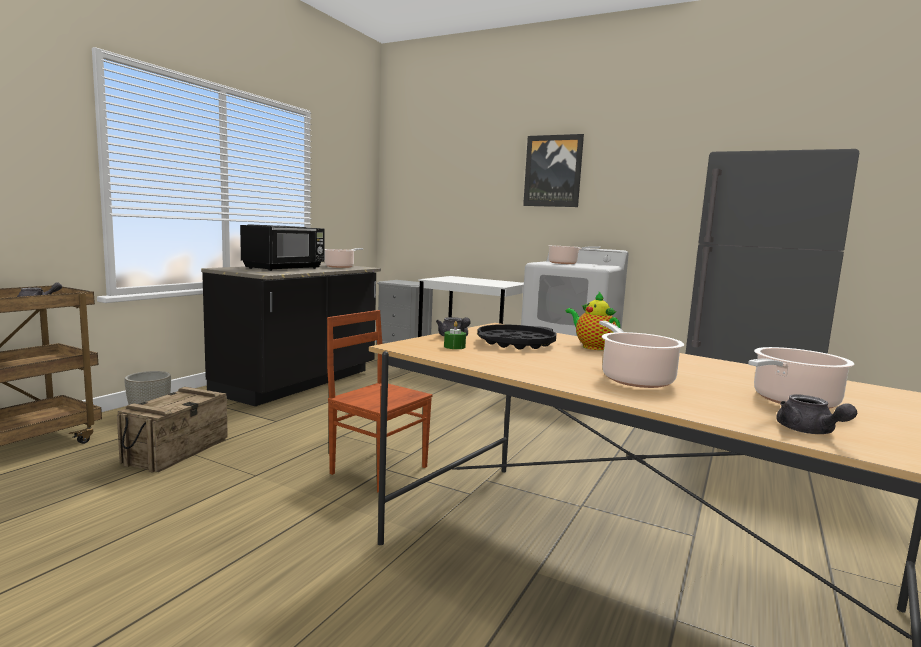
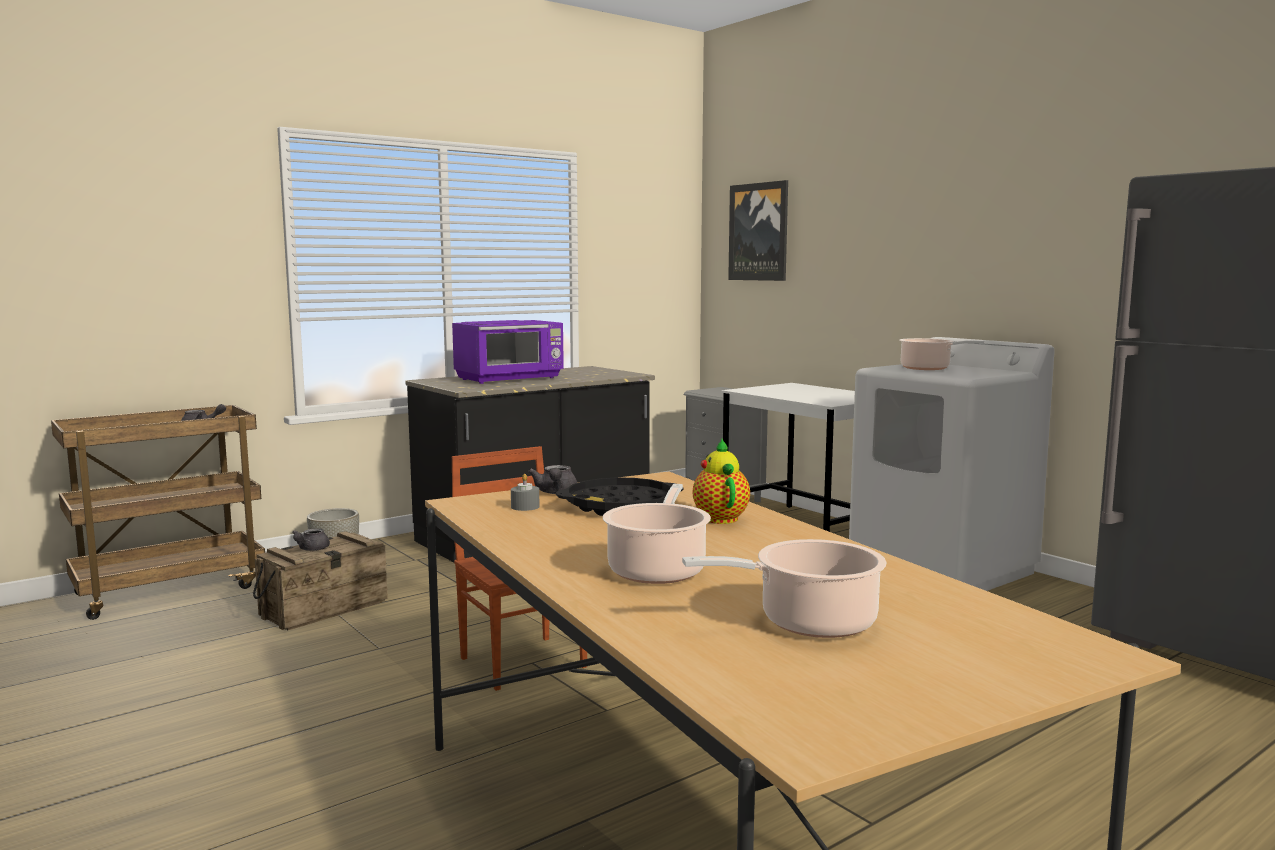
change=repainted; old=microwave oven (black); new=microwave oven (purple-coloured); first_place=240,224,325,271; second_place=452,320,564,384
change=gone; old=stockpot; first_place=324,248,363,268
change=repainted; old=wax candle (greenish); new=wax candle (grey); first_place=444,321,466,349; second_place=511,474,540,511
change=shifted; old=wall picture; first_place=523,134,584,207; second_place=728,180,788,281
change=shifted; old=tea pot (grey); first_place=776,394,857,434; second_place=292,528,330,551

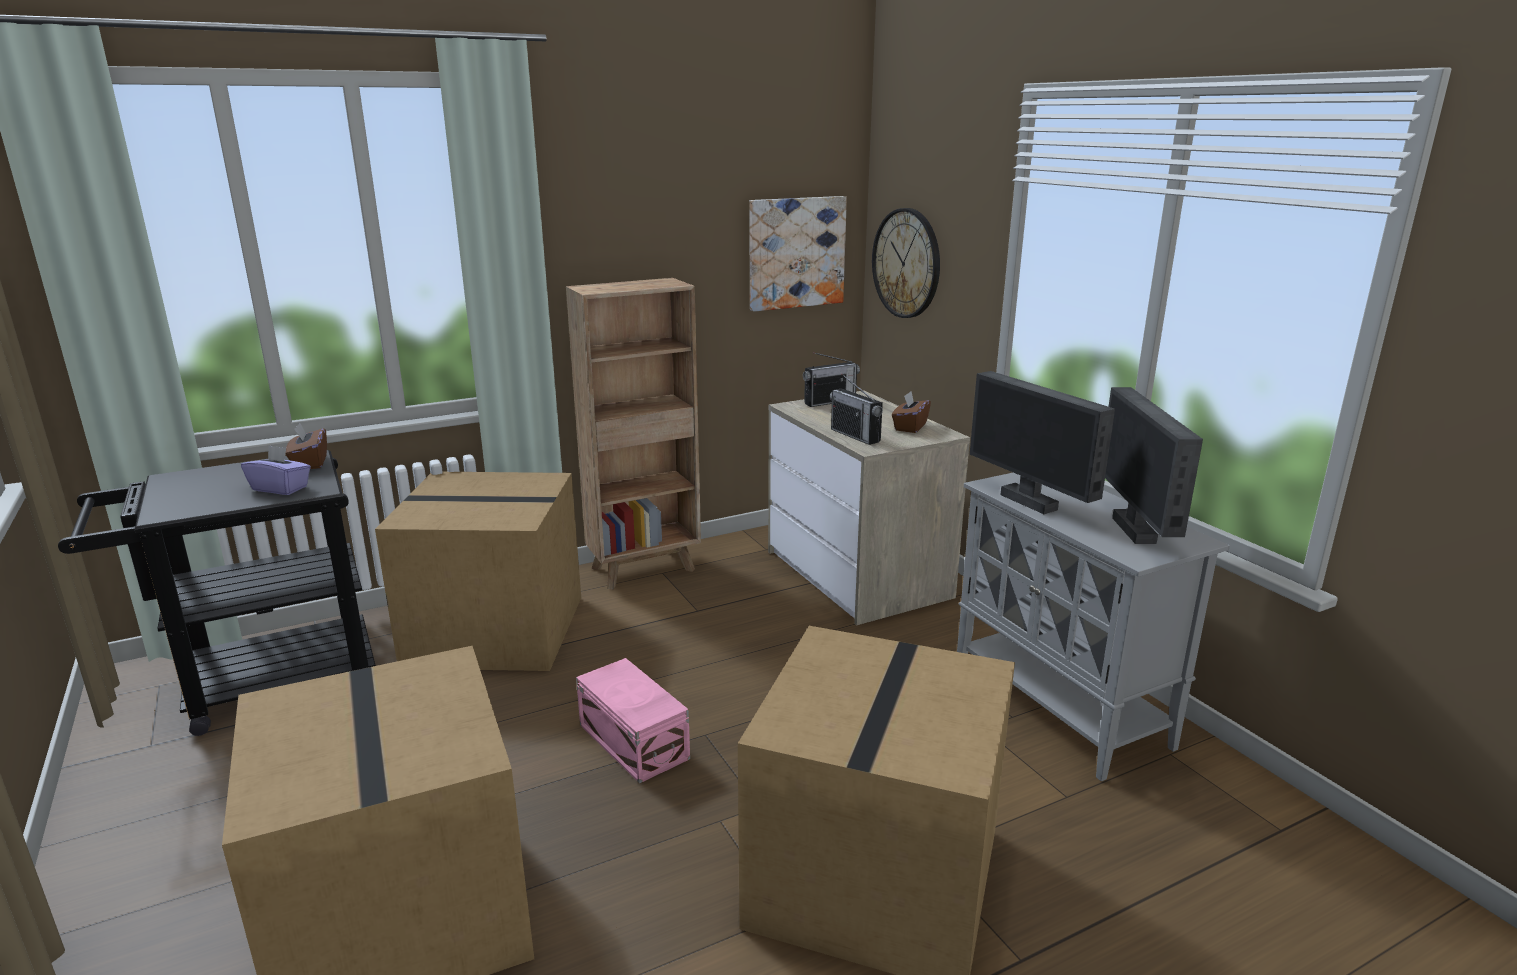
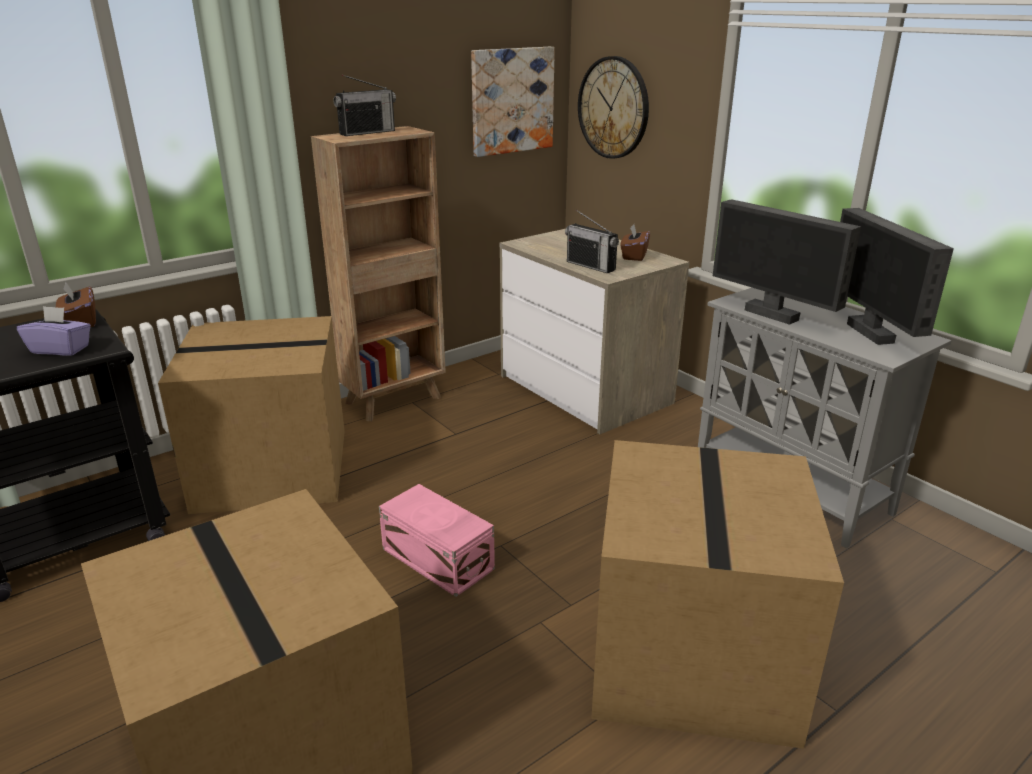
change=shifted; old=radio receiver; first_place=803,352,860,407; second_place=333,75,396,136

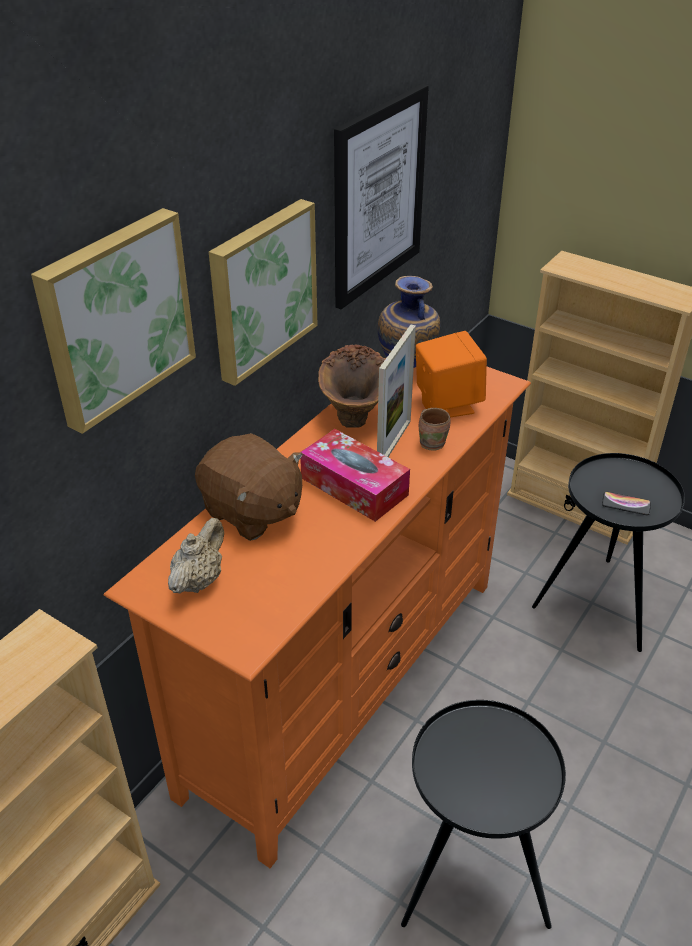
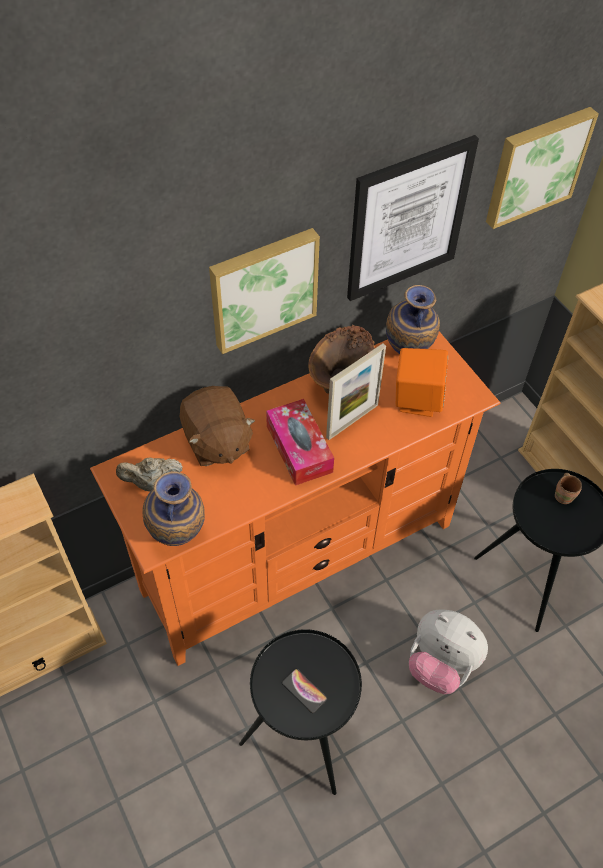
change=shifted; old=wall picture; first_place=31,208,196,434; second_place=486,107,599,229
change=rotated; old=tea pot (beige); first_place=168,518,224,593; second_place=116,458,183,492; degrees=-150
change=shifted; old=tea mug (brown-coloured); first_place=419,408,450,451; second_place=555,473,582,504
change=shifted; old=telephone; first_place=602,491,651,515; second_place=282,669,327,713
change=new; new=decorative vase; second_place=143,471,205,546
change=new; new=cuddly toy; second_place=409,609,488,694

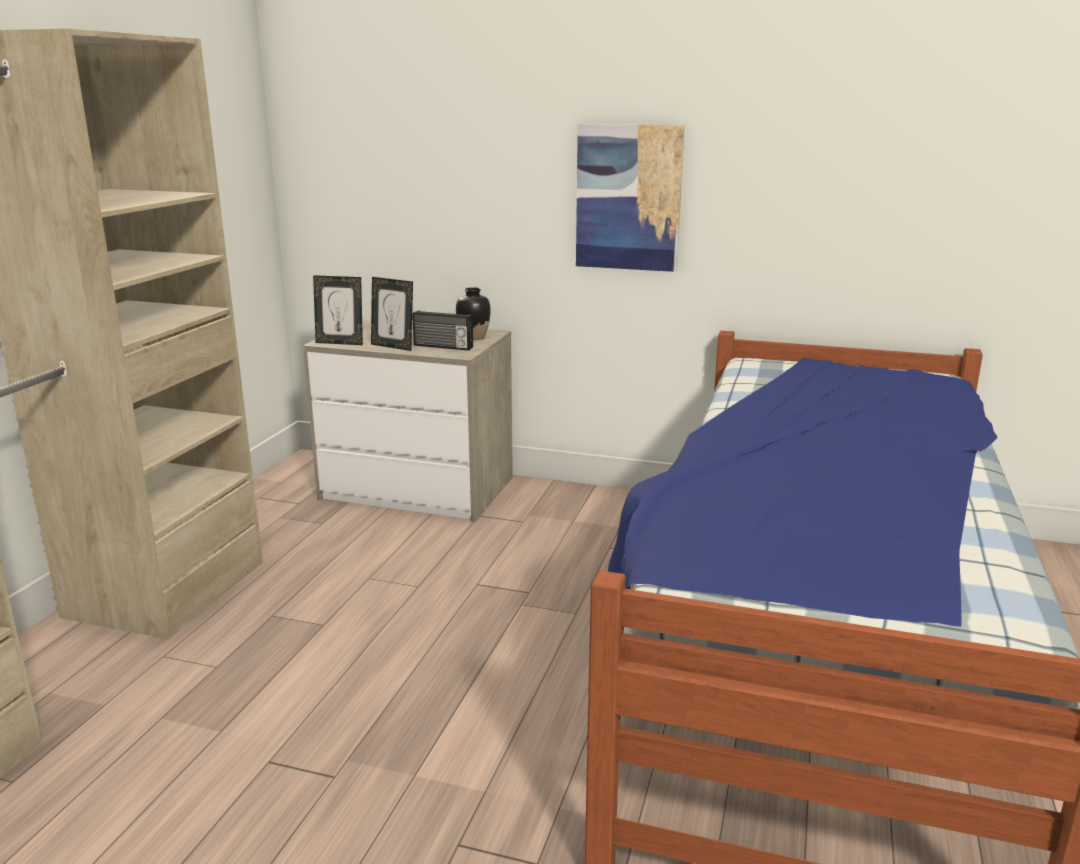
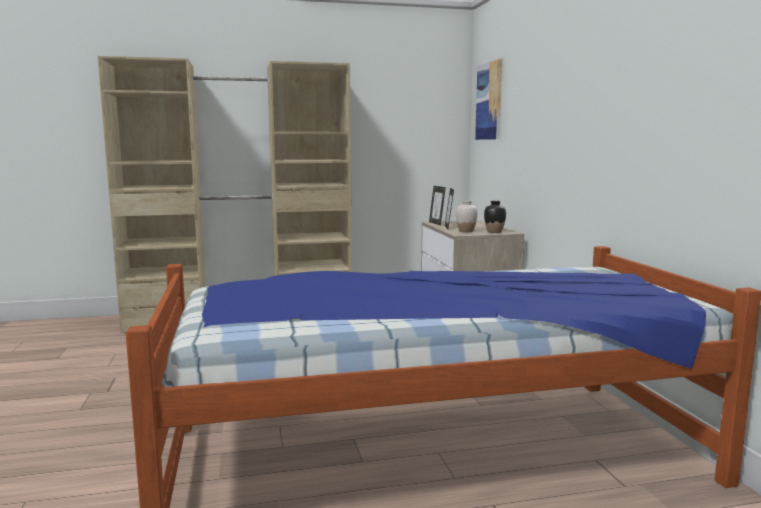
change=swapped; old=radio receiver; new=decorative vase (white); first_place=412,310,473,351; second_place=456,200,478,232
change=shifted; old=wall picture; first_place=576,124,685,272; second_place=475,59,502,140

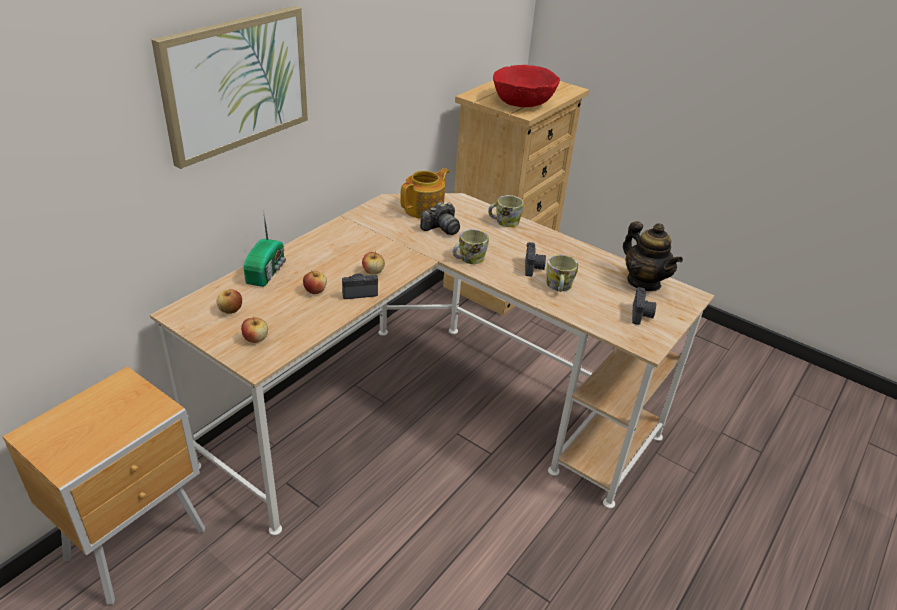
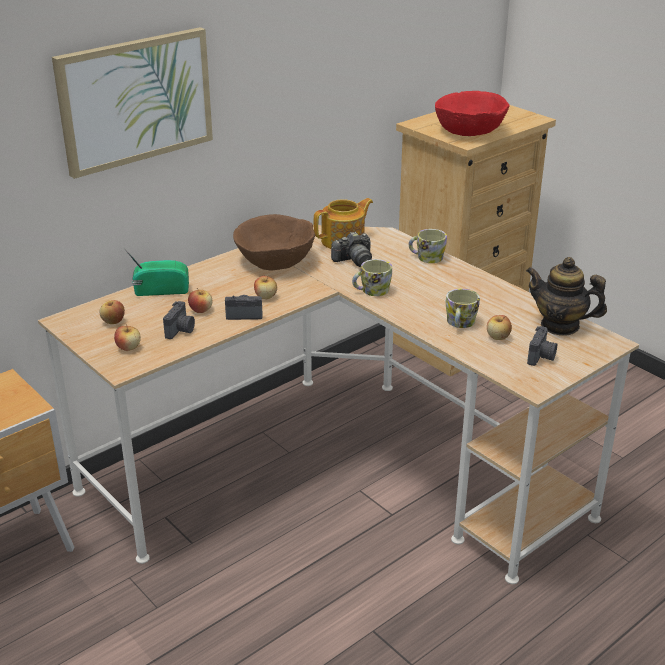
change=rotated; old=radio receiver; first_place=244,214,286,287; second_place=125,249,189,296; degrees=-120
change=shifted; old=photo camera; first_place=525,242,546,277; second_place=163,301,195,339
change=rotated; old=tea pot; first_place=623,221,683,291; second_place=526,257,607,336; degrees=135
change=new; new=deep dish (brown-coloured); second_place=233,214,315,270
change=new; new=apple; second_place=487,315,512,340

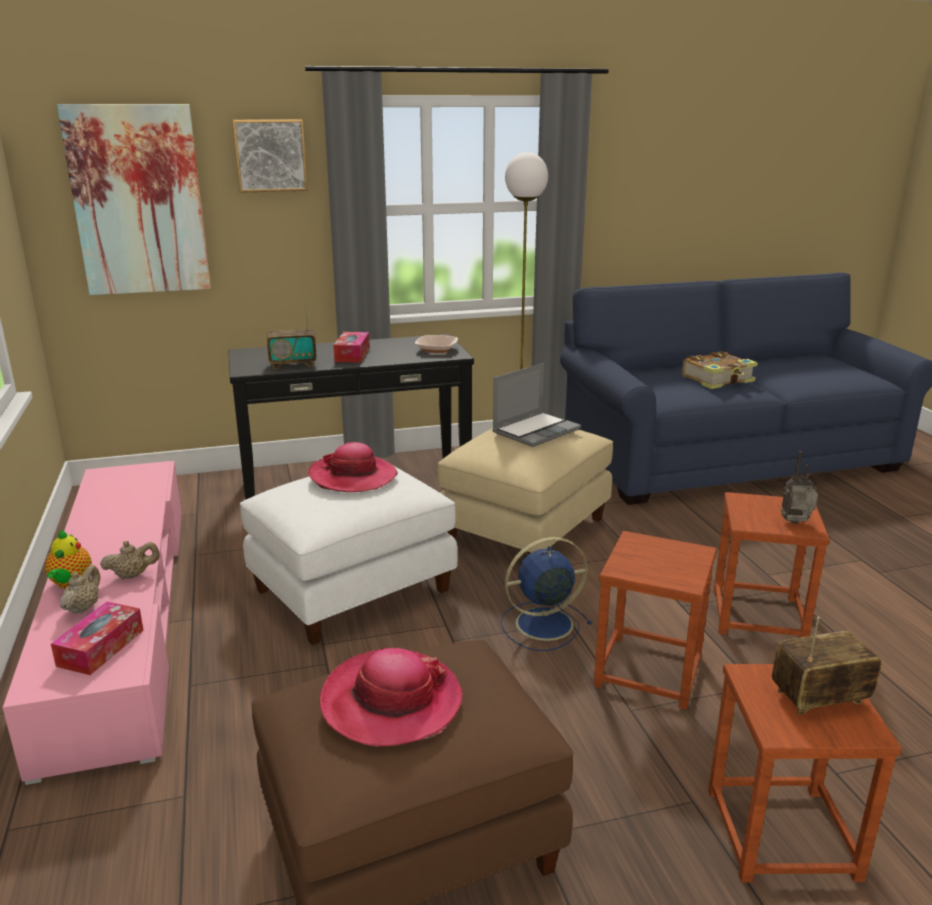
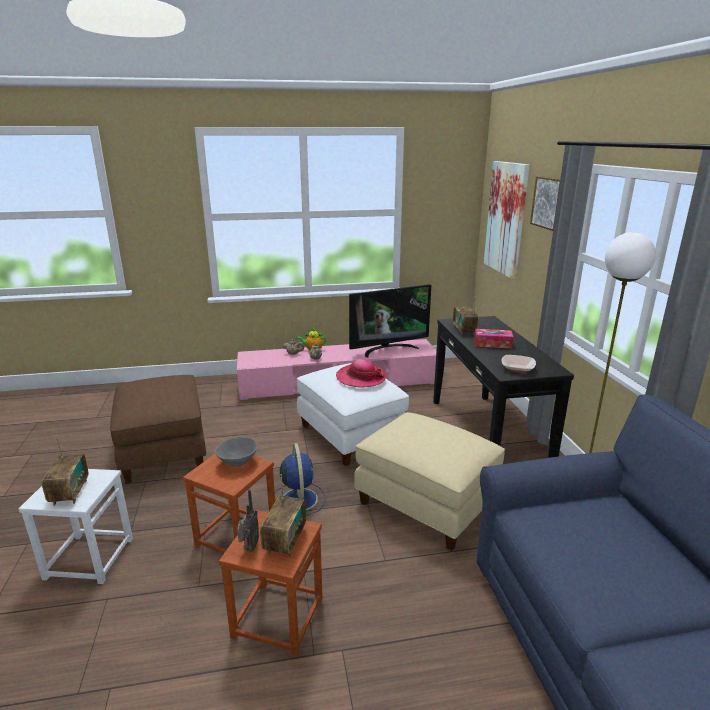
change=gone; old=tissue box; first_place=51,602,144,675
change=gone; old=wearable hat; first_place=320,648,463,746
change=gone; old=laptop; first_place=492,363,581,447
change=gone; old=bound book; first_place=682,351,757,389
change=repainted; old=stool (brown-coloured); new=stool (white); first_place=708,664,902,883; second_place=19,469,133,584
change=new; new=deep dish (grey); second_place=215,437,258,467
change=new; new=radio receiver; second_place=260,474,306,558
change=new; new=TV; second_place=349,284,431,358

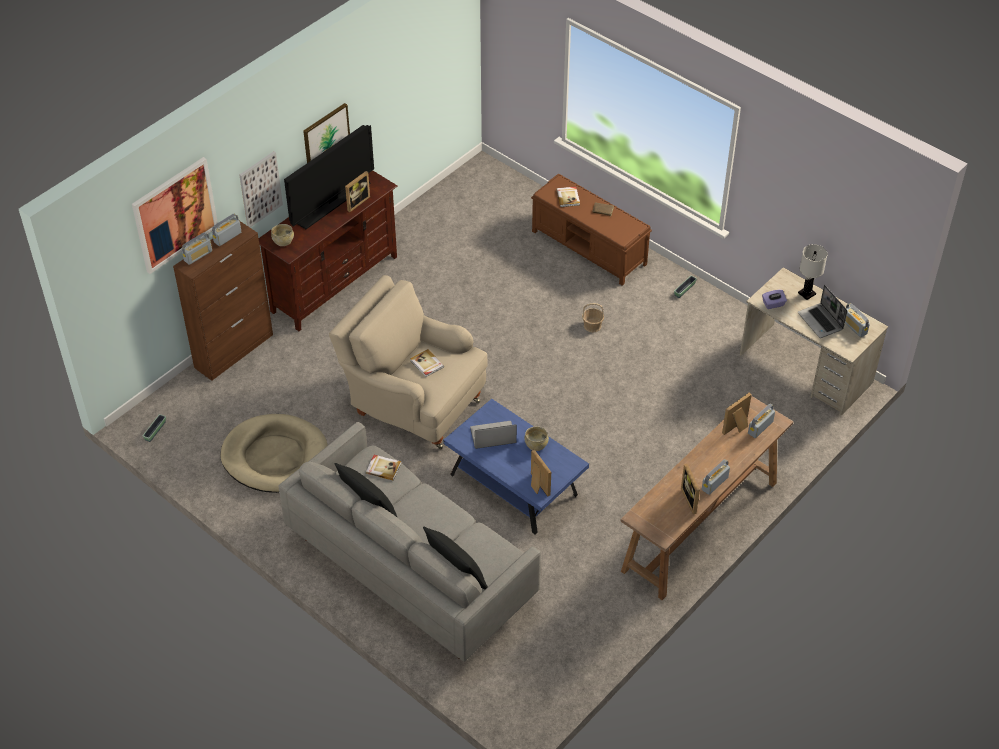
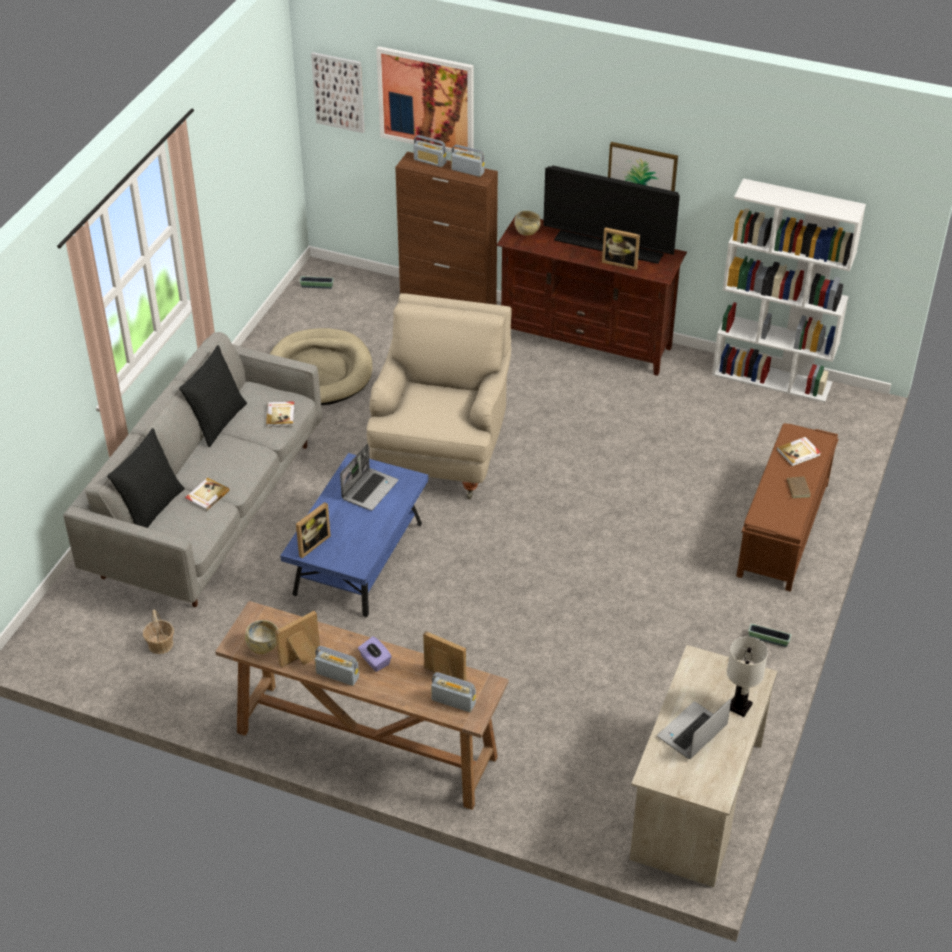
change=shifted; old=wall picture; first_place=239,152,283,227; second_place=311,52,364,133
change=shifted; old=bound book; first_place=410,349,444,377; second_place=185,477,230,511
change=rotated; old=laptop; first_place=470,421,517,449; second_place=340,444,398,510; degrees=60
change=shifted; old=deep dish (beige); first_place=524,426,549,451; second_place=245,620,278,654
change=shifted; old=storage basket; first_place=582,303,604,333; second_place=143,610,174,654
change=shifted; old=tissue box (purple-coloured); first_place=762,290,787,309; second_place=358,636,392,672
change=gone; old=radio receiver; first_place=845,303,870,337
change=new; new=bookshelf (white); second_place=712,178,866,403

